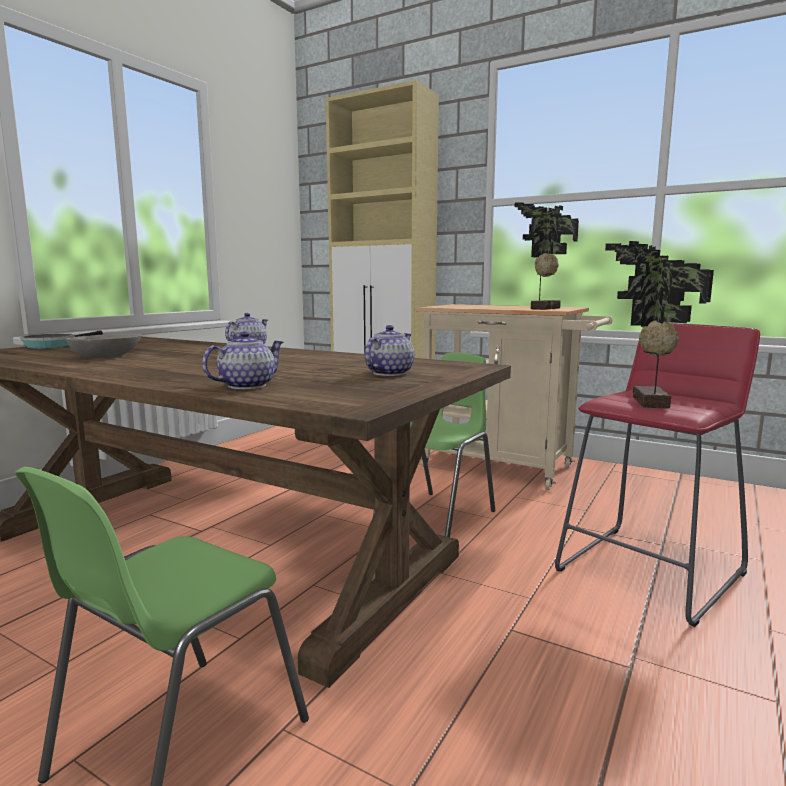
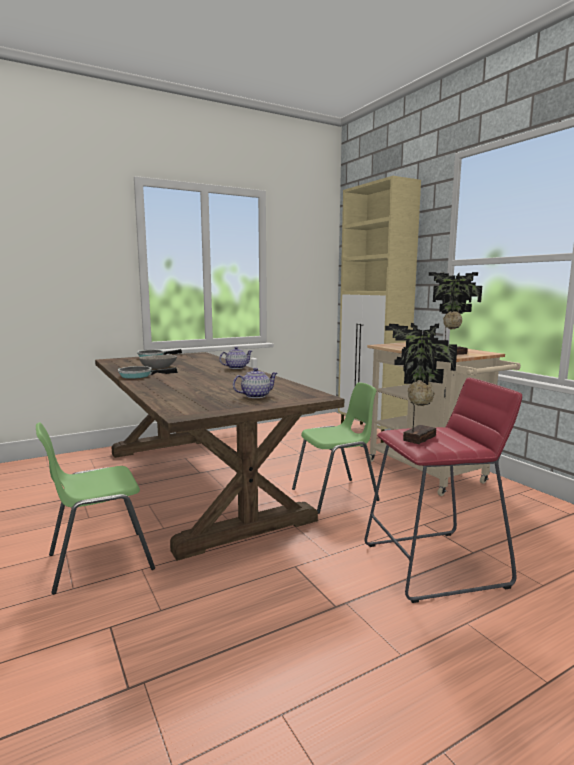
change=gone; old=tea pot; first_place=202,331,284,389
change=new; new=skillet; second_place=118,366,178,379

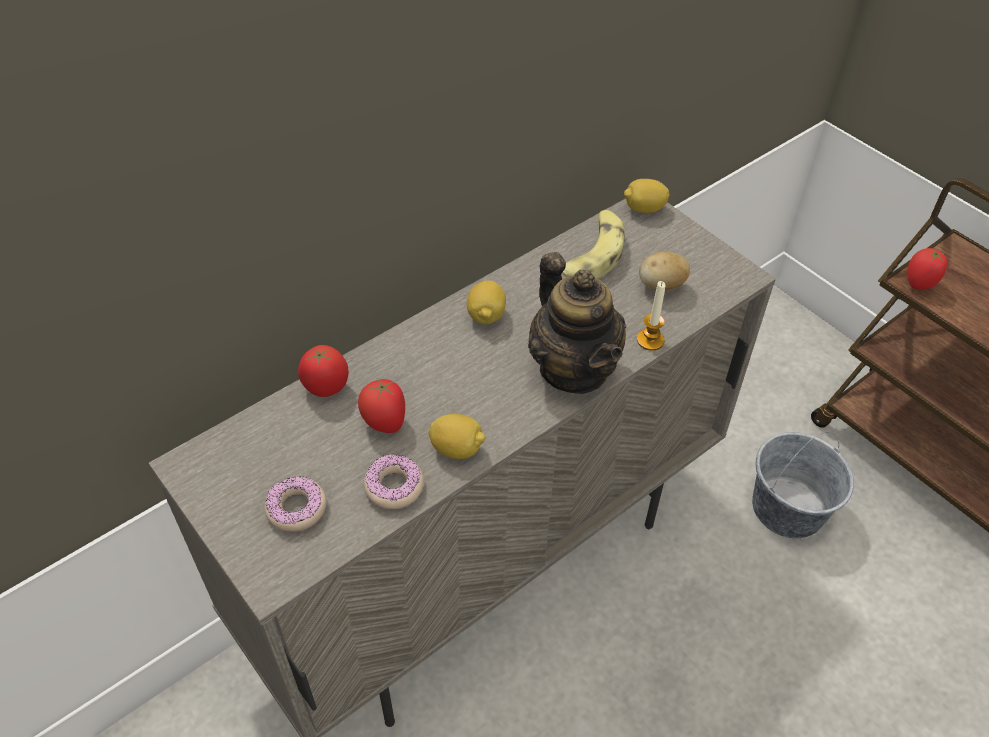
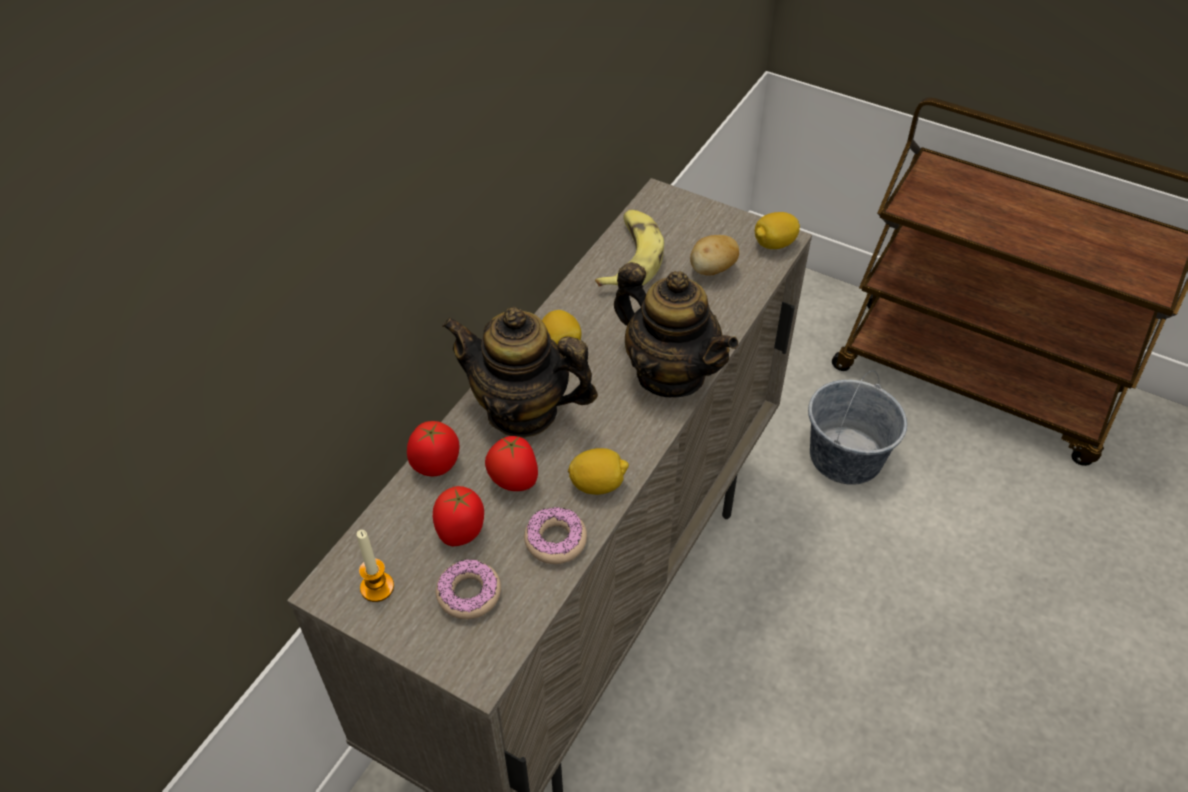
change=shifted; old=whole lemon; first_place=624,179,670,213; second_place=755,212,800,249
change=shifted; old=wax candle; first_place=637,281,665,350; second_place=357,530,394,602
change=shifted; old=tomato; first_place=907,248,947,290; second_place=433,486,484,546
change=new; new=tea pot; second_place=442,307,598,438

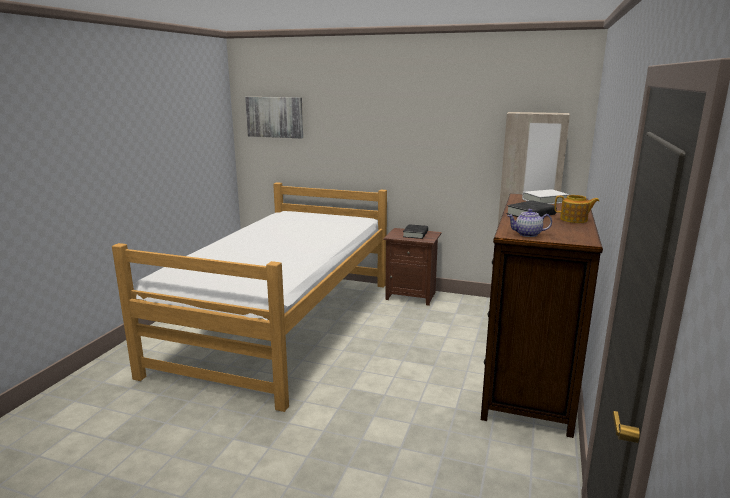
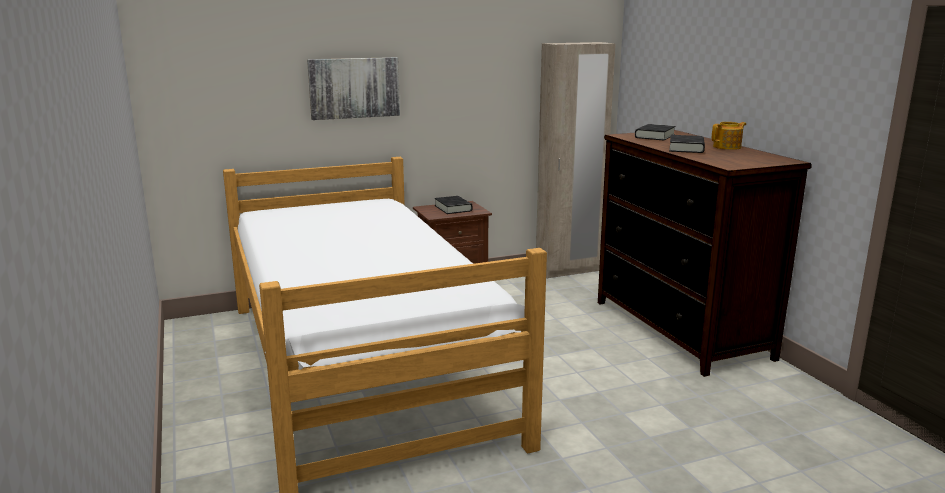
change=shifted; old=wall picture; first_place=245,97,303,138; second_place=307,57,400,120
change=gone; old=tea pot; first_place=507,209,552,237
change=repainted; old=bound book (white); new=bound book (black); first_place=522,189,569,204; second_place=635,124,675,140

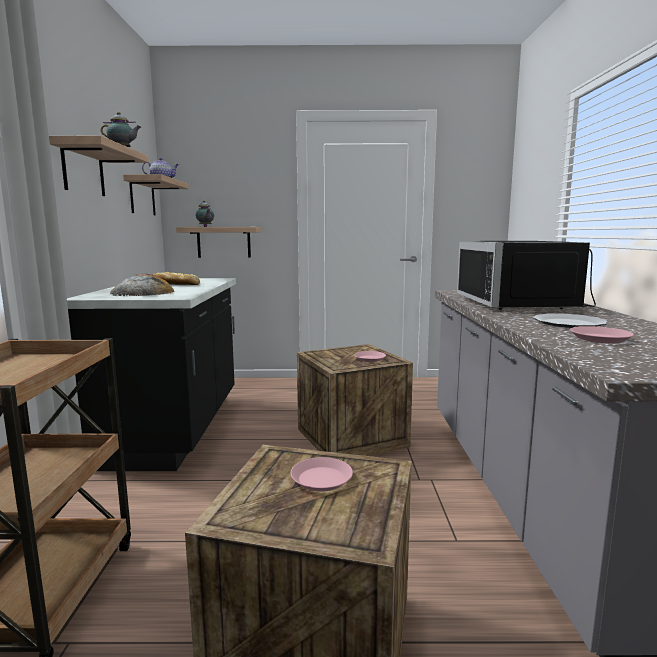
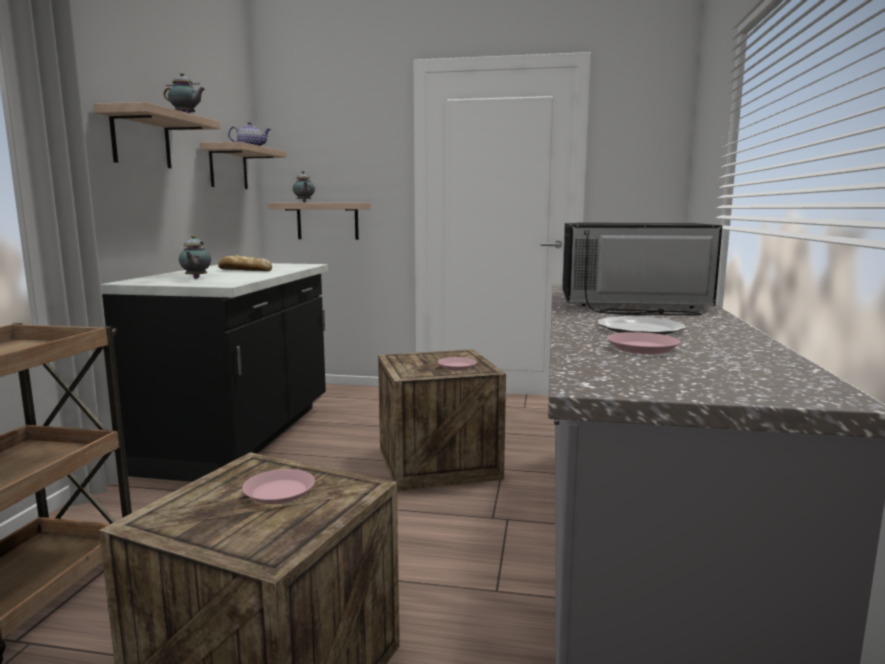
change=swapped; old=bakery bread; new=tea pot; first_place=110,274,174,296; second_place=179,235,211,279
change=rotated; old=microwave oven (black); first_place=457,241,596,310; second_place=562,222,722,315; degrees=90

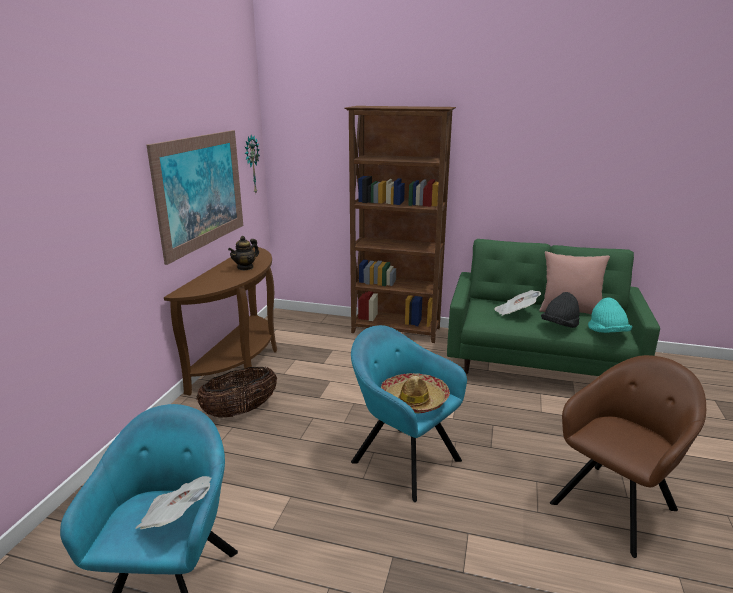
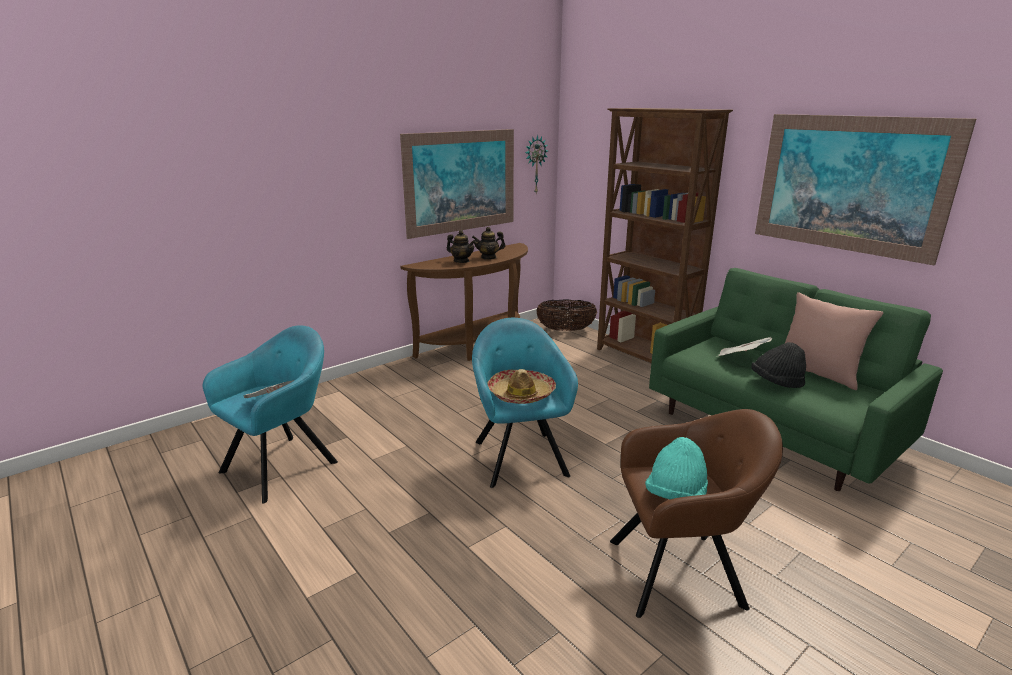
change=shifted; old=storage basket; first_place=196,367,277,418; second_place=536,299,597,331
change=shifted; old=wearable hat (blue-green); first_place=588,298,632,333; second_place=645,437,708,499
change=new; new=tea pot; second_place=447,230,476,263
change=new; new=wall picture; second_place=755,114,976,265

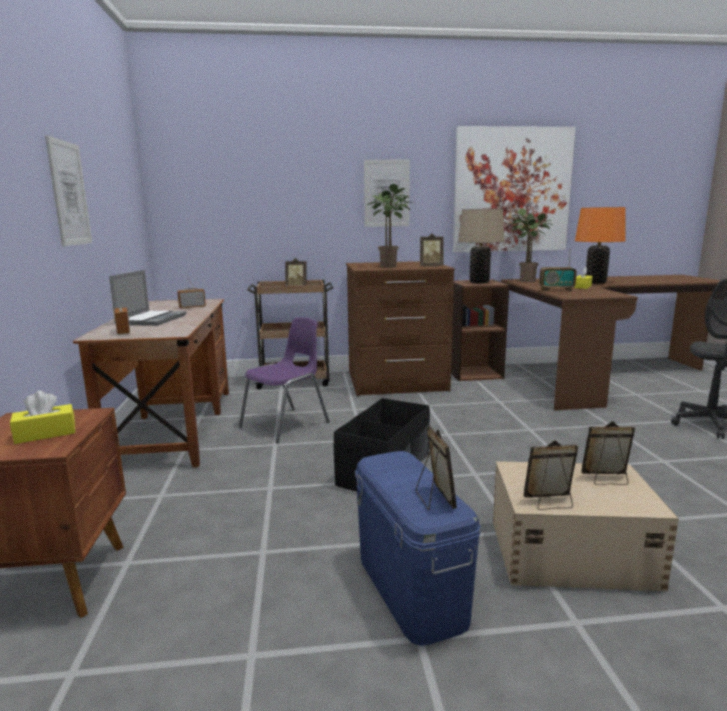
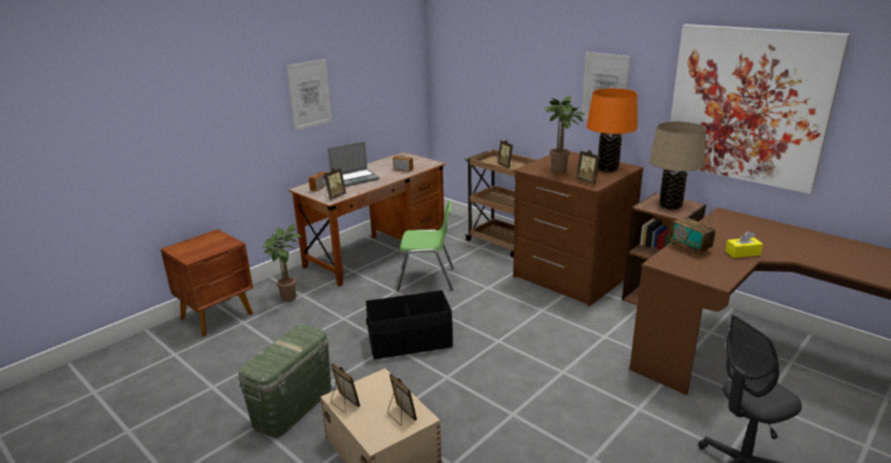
change=gone; old=tissue box (yellow); first_place=10,391,75,444
change=repainted; old=plain chair (purple-coloured); new=plain chair (greenish); first_place=239,317,329,443; second_place=397,200,454,291
change=repainted; old=storage container (blue-coloured); new=storage container (greenish); first_place=355,451,481,646; second_place=238,324,331,438
change=shifted; old=picture frame; first_place=416,426,457,510; second_place=324,168,346,200
change=shifted; old=plant in a pot; first_place=511,208,552,282; second_place=261,224,301,302
change=shifted; old=lamp for a table (orange-coloured); first_place=575,207,626,284; second_place=587,88,637,172

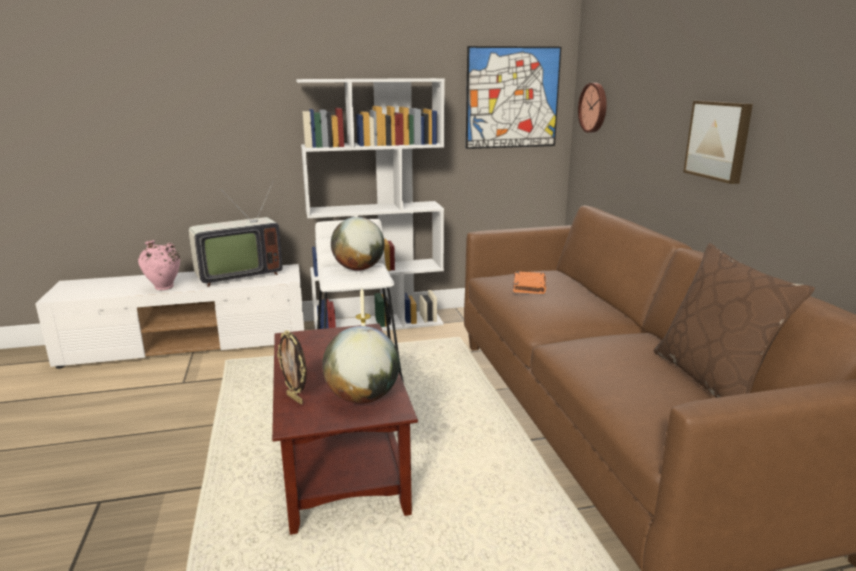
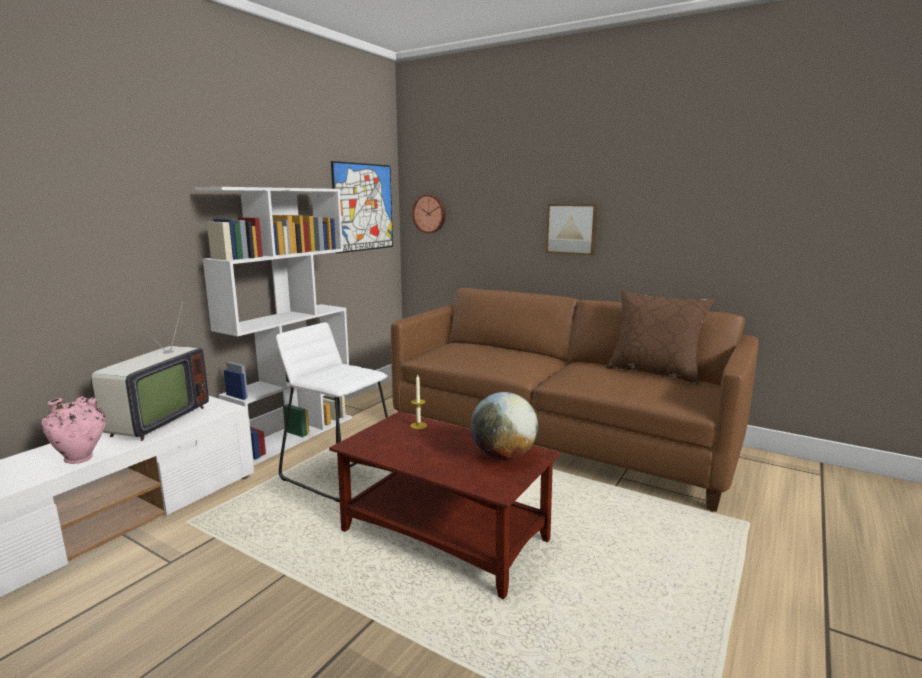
change=gone; old=picture frame; first_place=277,330,307,404
change=gone; old=world globe; first_place=331,217,385,271
change=gone; old=bound book (orange-coloured); first_place=513,271,546,294

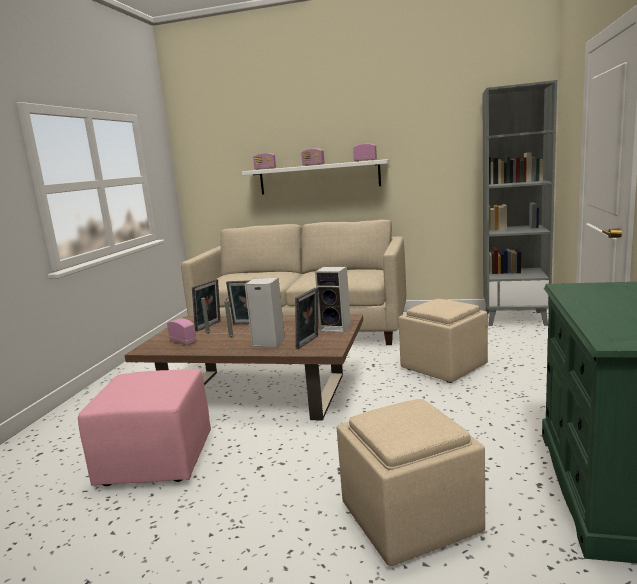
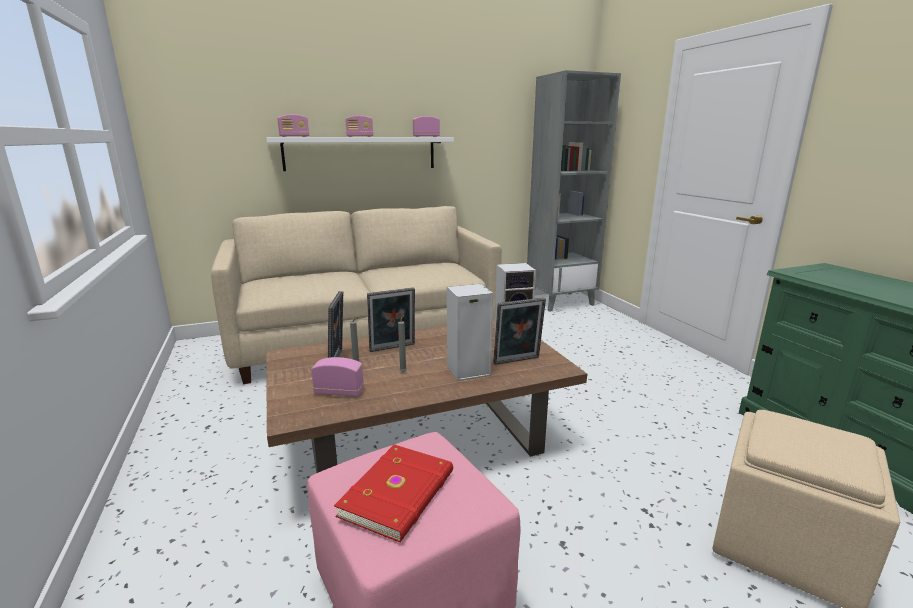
change=rotated; old=picture frame; first_place=295,288,318,349; second_place=493,297,546,365; degrees=75
change=gone; old=ottoman (beige); first_place=398,299,488,383
change=new; new=bound book (reddish); second_place=334,445,453,542

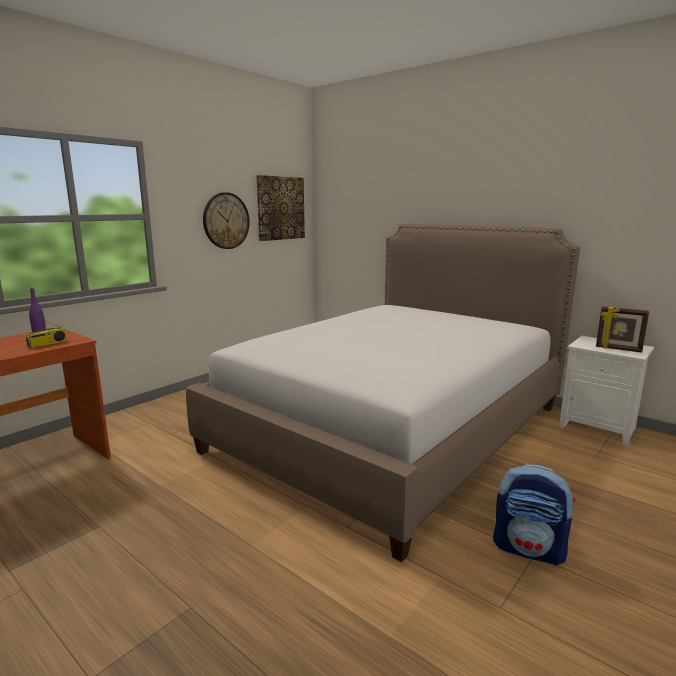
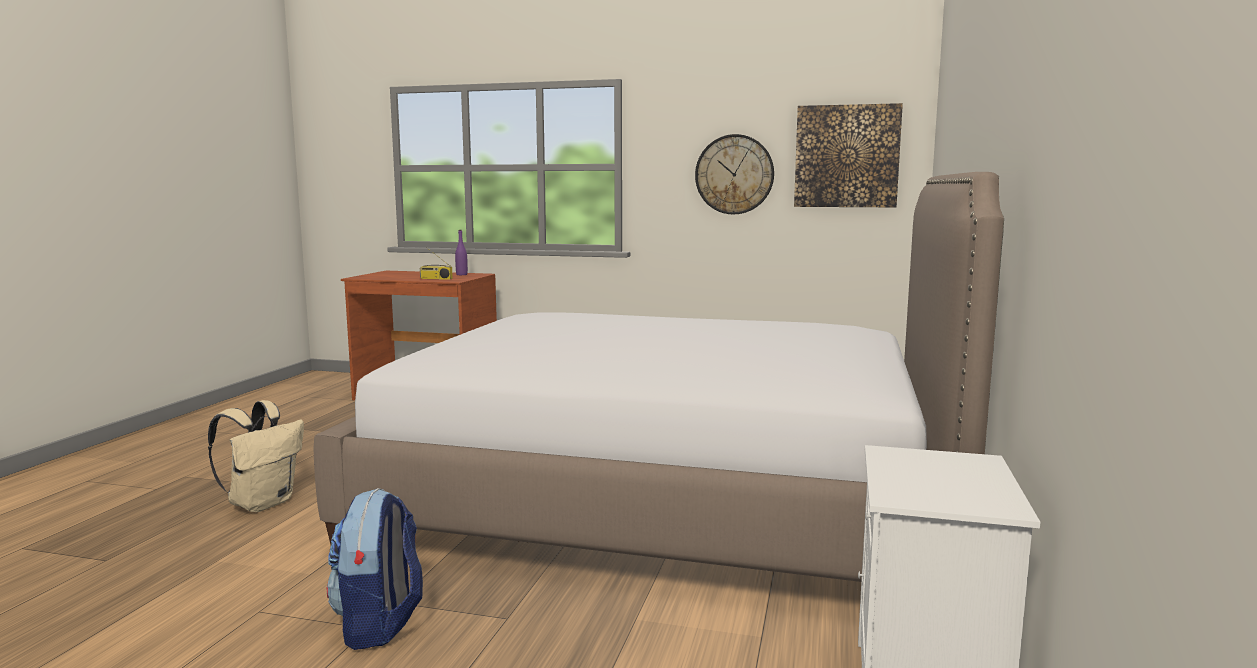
change=gone; old=picture frame; first_place=596,306,649,353
change=new; new=knapsack (beige); second_place=208,400,304,512

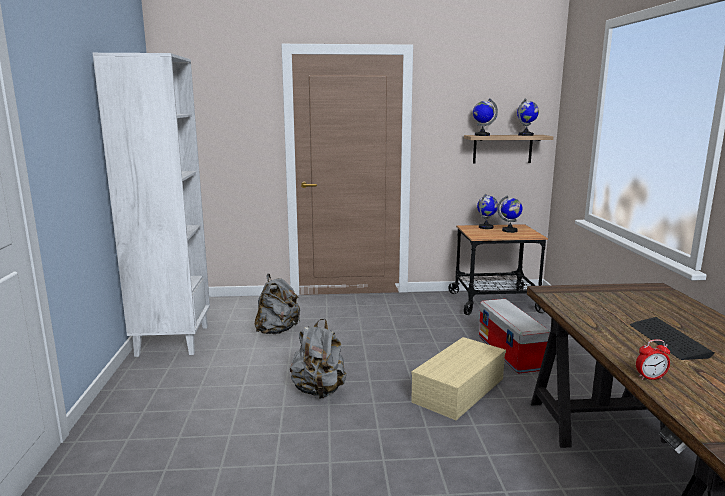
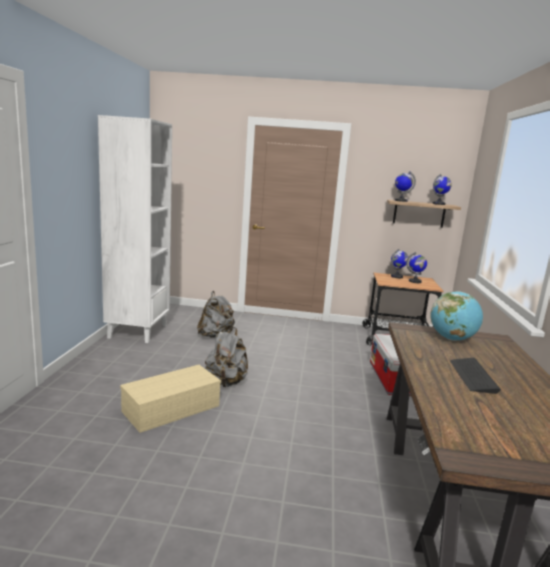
change=shifted; old=storage container (beige); first_place=411,337,506,420; second_place=120,365,221,433
change=gone; old=table clock; first_place=636,339,670,380
change=new; new=world globe; second_place=430,291,483,341

